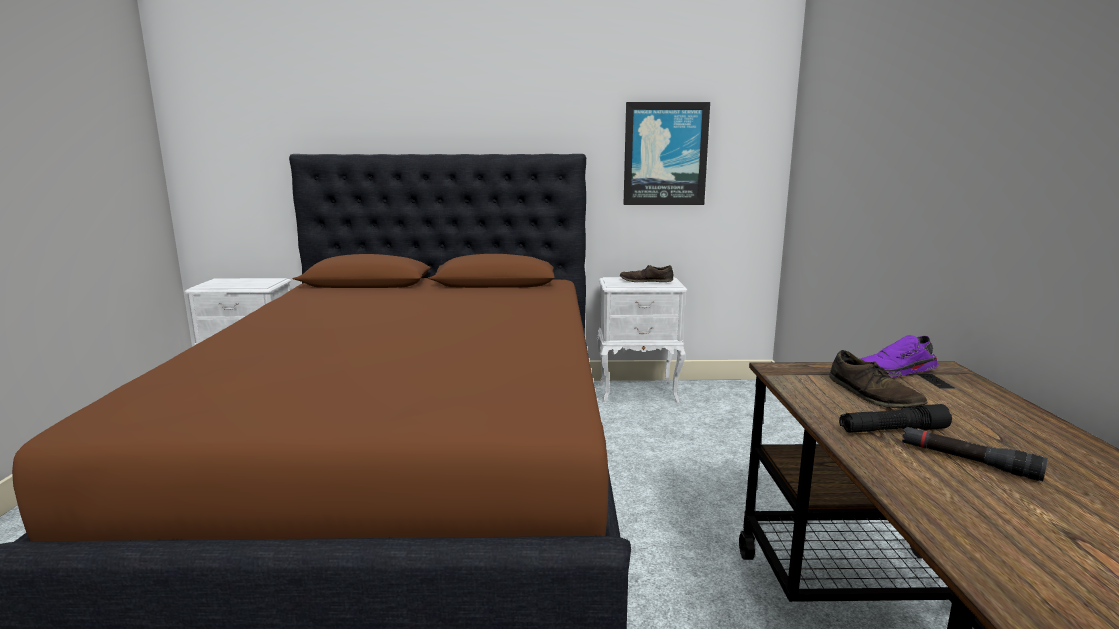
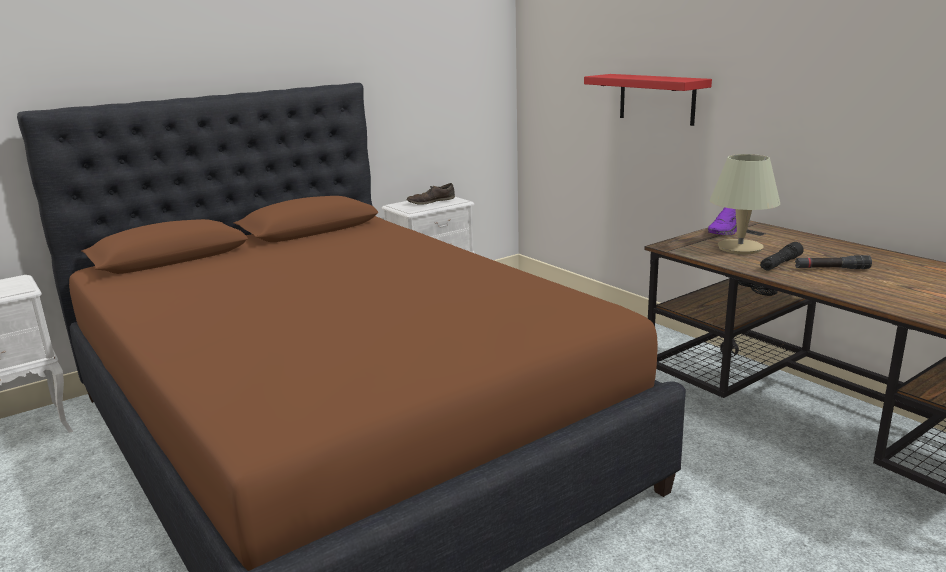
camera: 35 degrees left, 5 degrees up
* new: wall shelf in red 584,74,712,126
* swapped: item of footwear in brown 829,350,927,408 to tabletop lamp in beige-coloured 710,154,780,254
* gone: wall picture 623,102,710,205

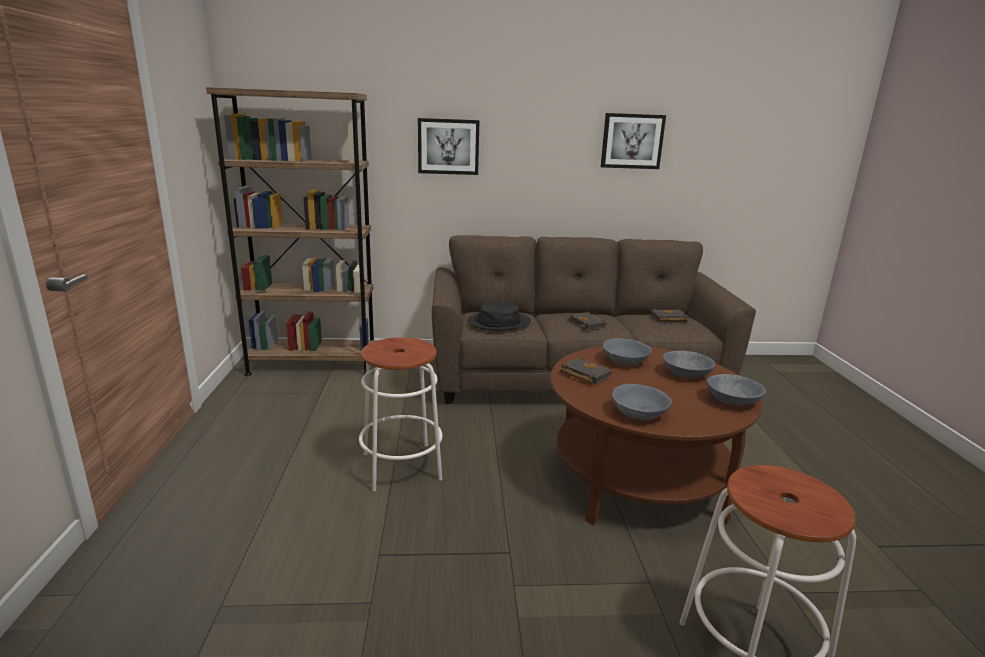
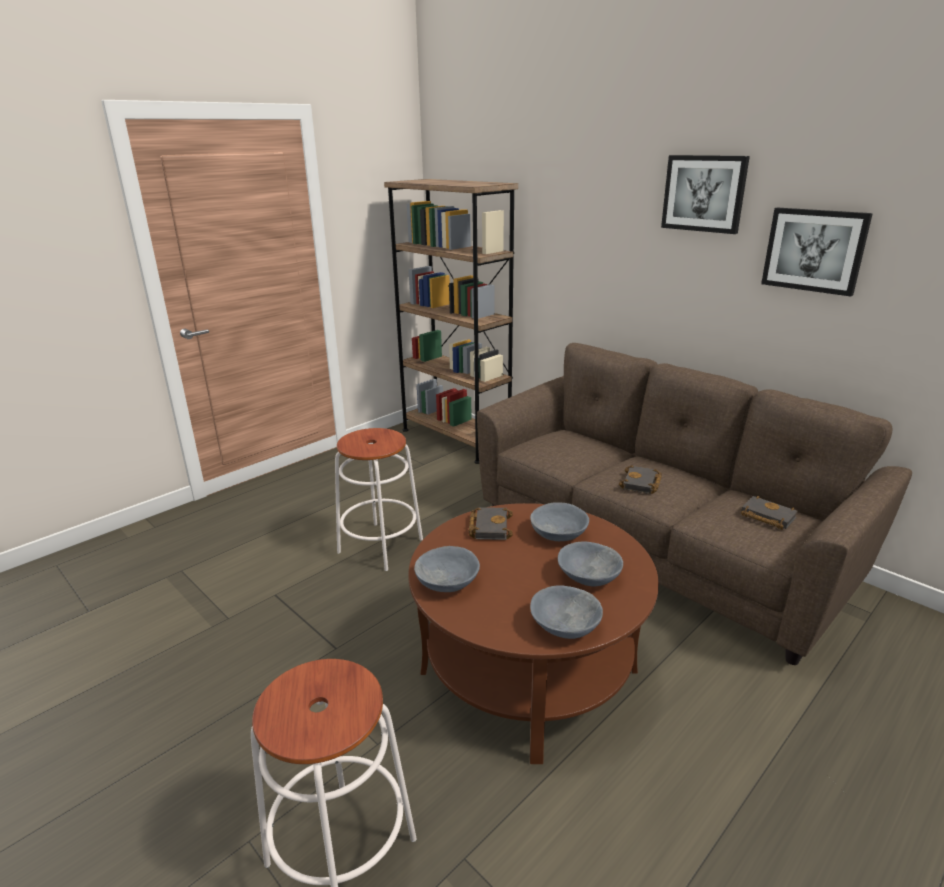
camera: 50 degrees right, 5 degrees up
* shifted: wall picture 418,118,480,175 to 661,155,750,234
* gone: clothing hat in black 467,302,531,331

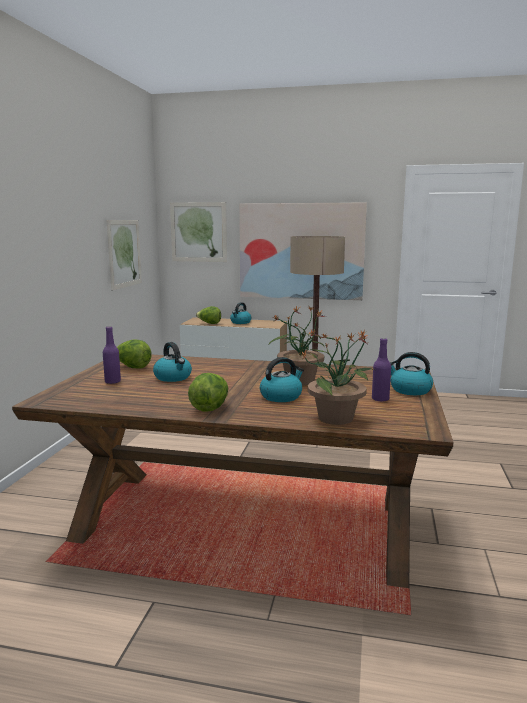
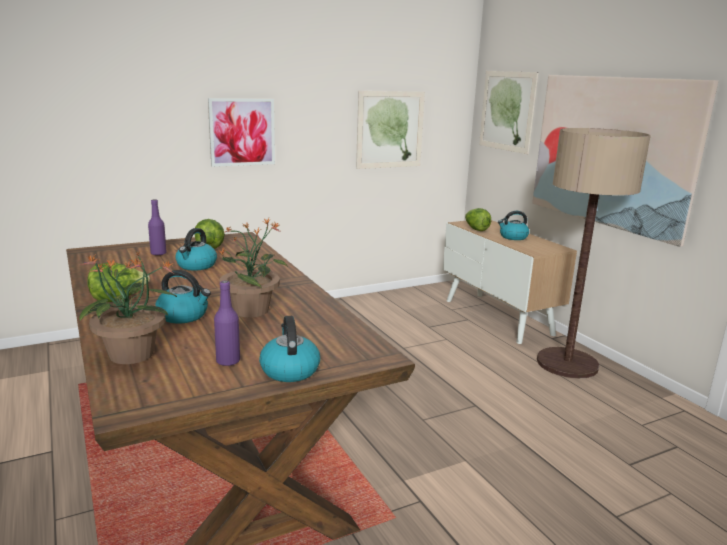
camera: 50 degrees right, 5 degrees up
* new: wall picture 208,98,275,167

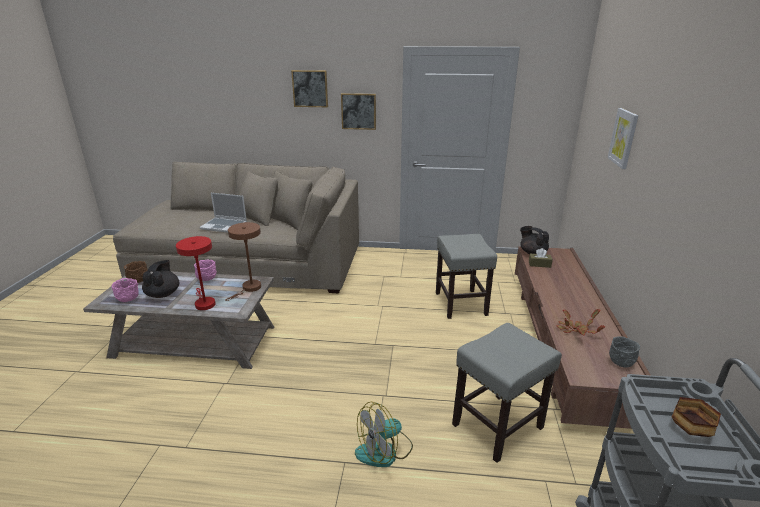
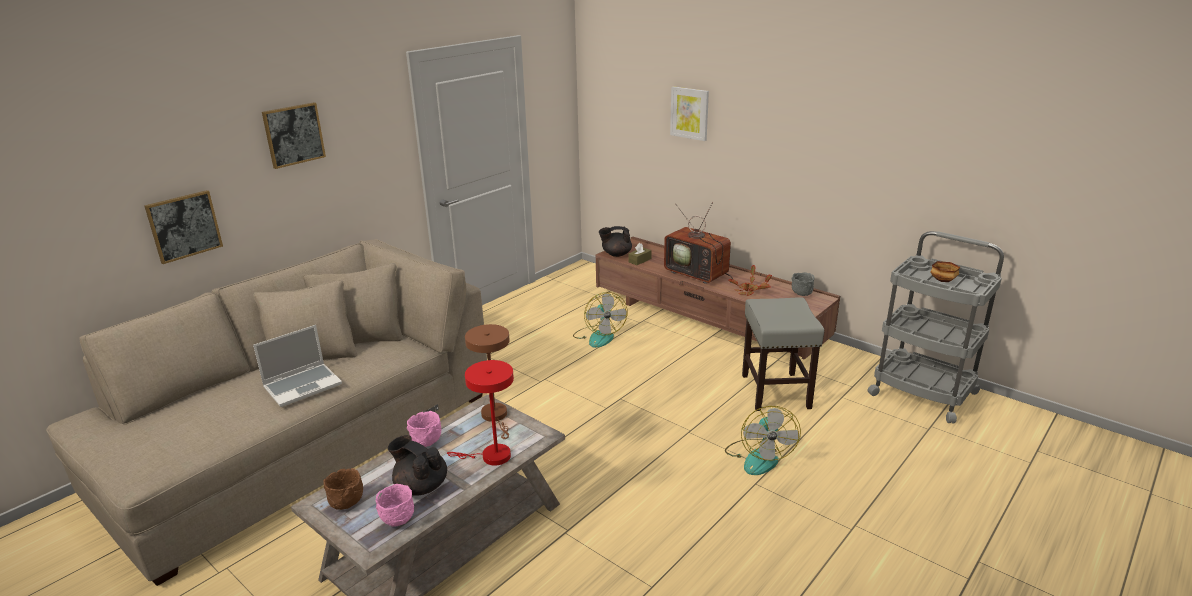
camera: 55 degrees left, 0 degrees up
* shifted: wall picture 341,93,376,130 to 144,190,223,264
* swapped: stool in gray 436,234,497,319 to fan 573,292,628,348
* new: television 664,202,733,284

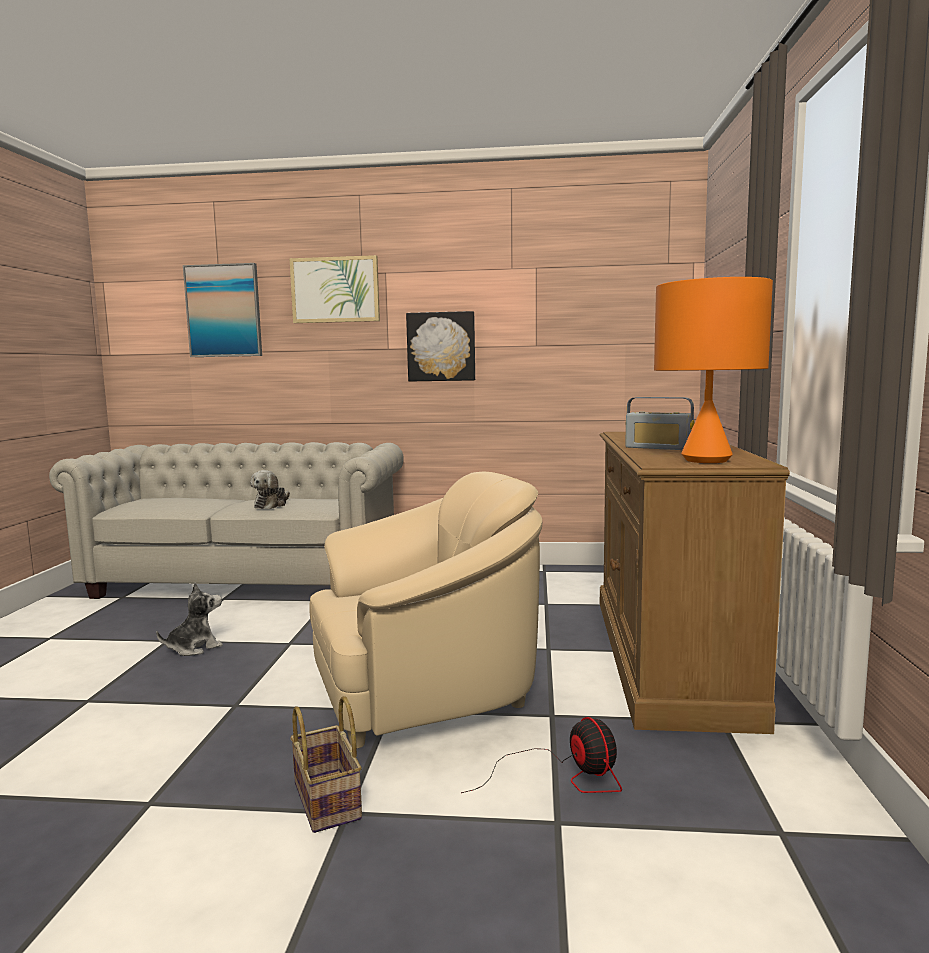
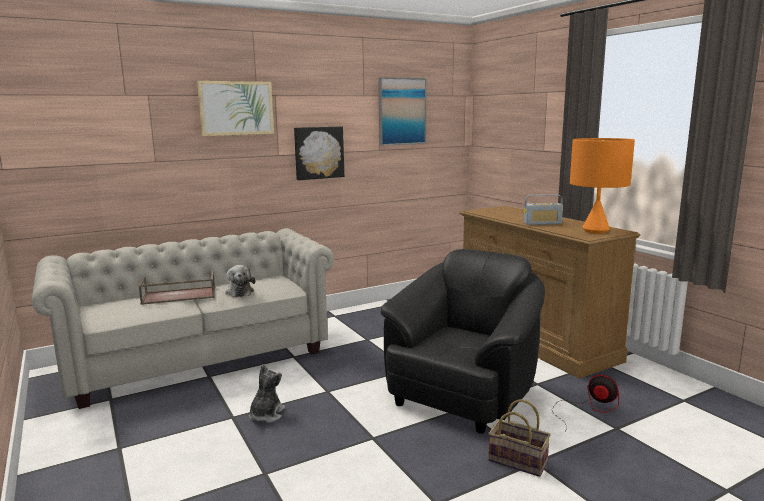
camera: 35 degrees left, 5 degrees up
* new: carrying tray in brown 138,270,215,305
* shifted: wall picture 183,263,262,357 to 378,77,426,146
* repainted: lounge chair in beige-coloured 309,472,542,748 to lounge chair in black 380,249,545,434

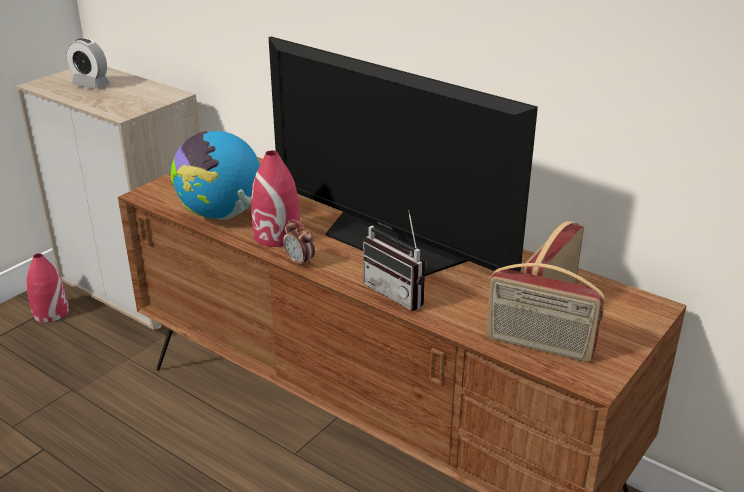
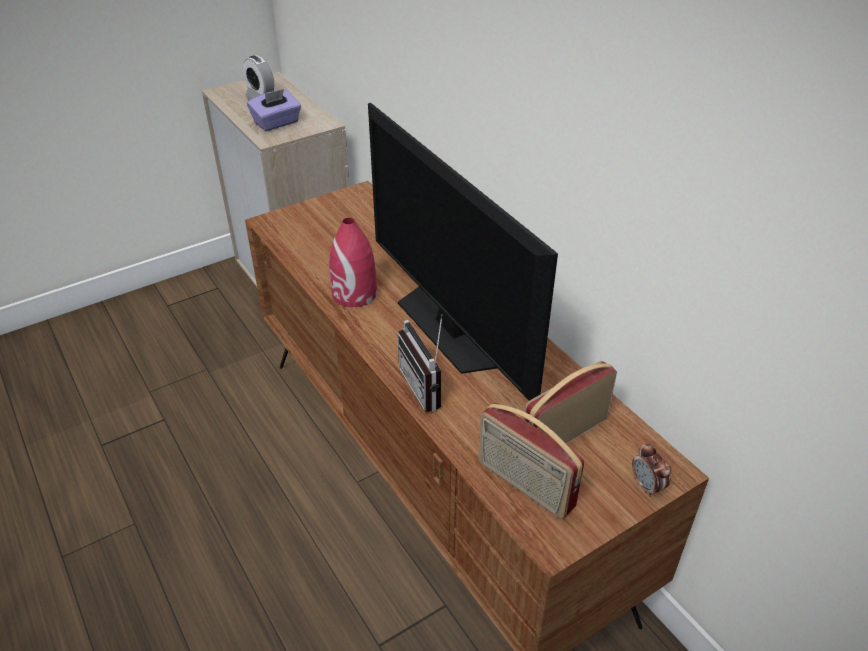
camera: 20 degrees right, 10 degrees up
* new: tissue holder in purple 247,89,301,131
* shifted: table clock 283,219,315,268 to 632,442,671,497
* gone: vase in red 27,253,69,322
* gone: globe 171,131,260,220

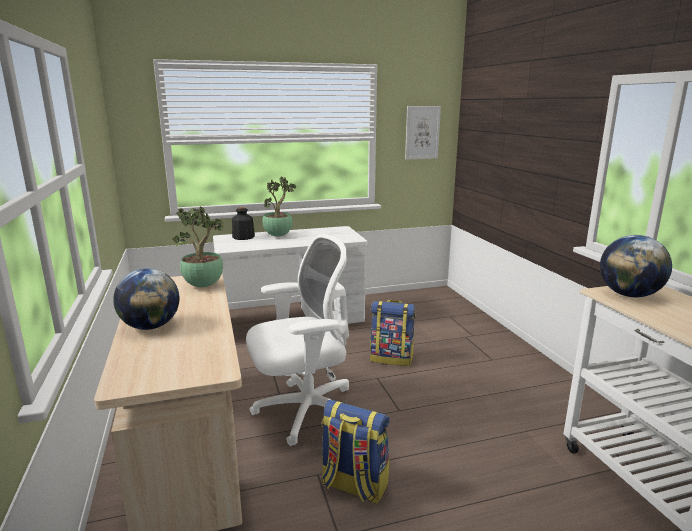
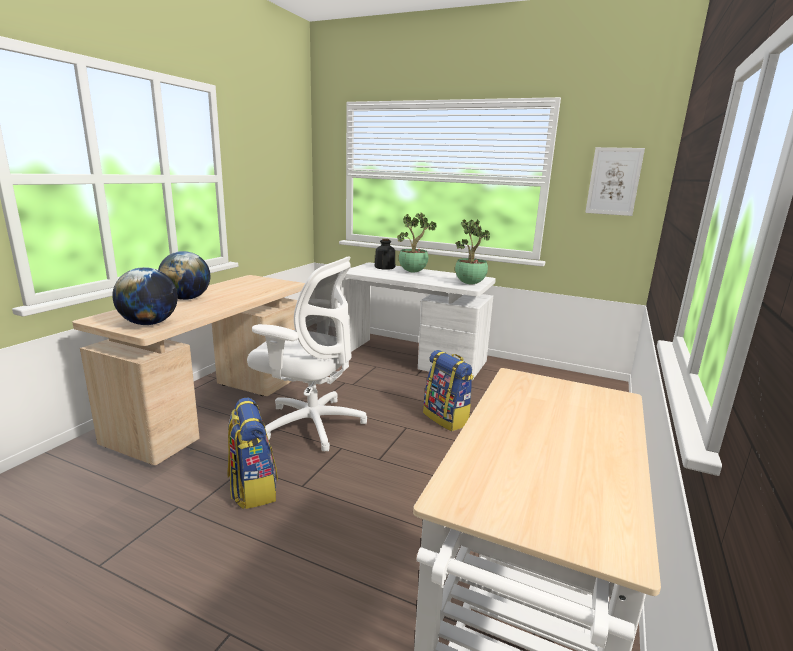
camera: 40 degrees right, 0 degrees up
* shifted: globe 600,235,672,297 to 112,267,178,325
* shifted: potted plant 172,206,223,287 to 455,219,490,284

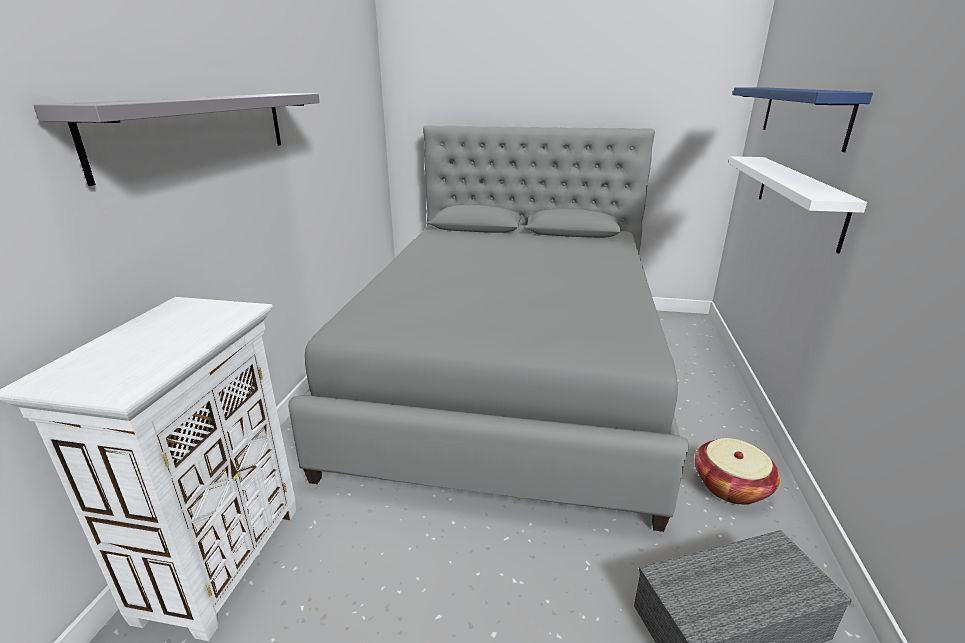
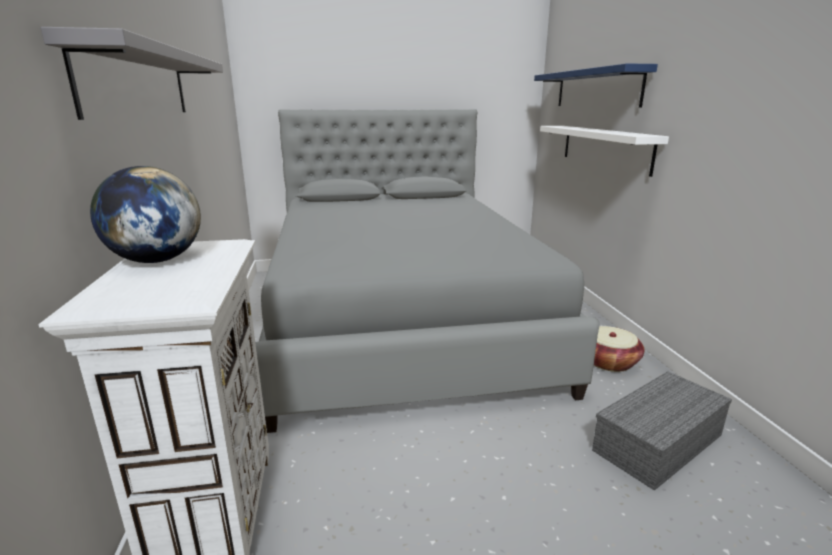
camera: 20 degrees left, 5 degrees down
* new: globe 90,166,201,263

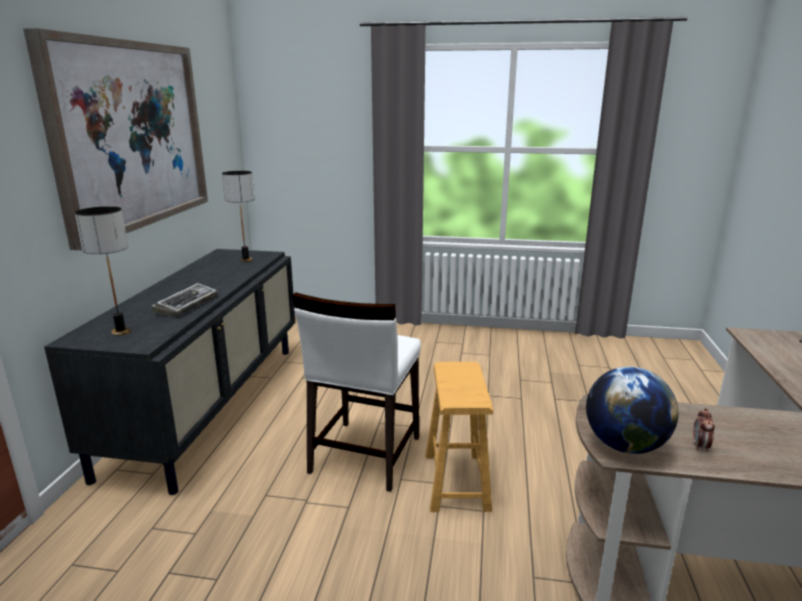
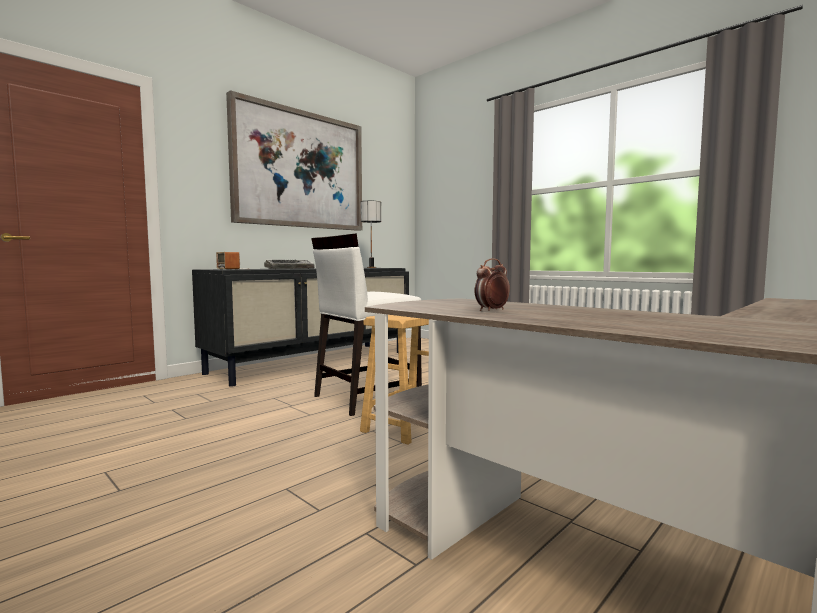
camera: 35 degrees right, 15 degrees down
* swapped: tabletop lamp 75,206,131,335 to radio 216,252,249,270
* gone: globe 586,367,678,454

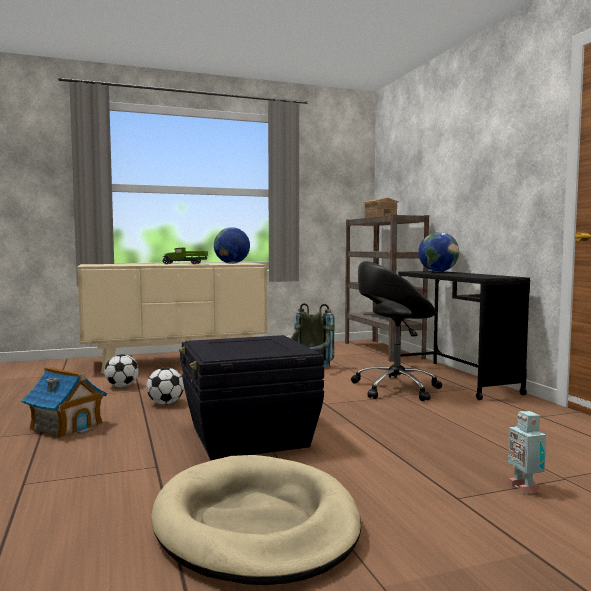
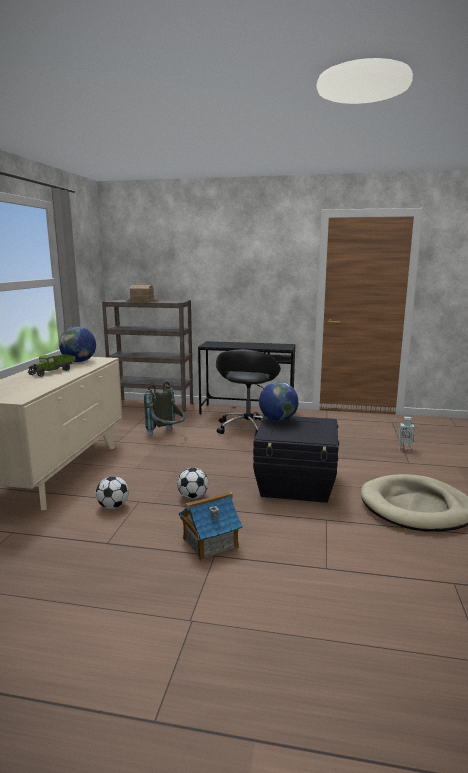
camera: 60 degrees left, 10 degrees up
* shifted: globe 418,232,459,272 to 259,382,299,421

